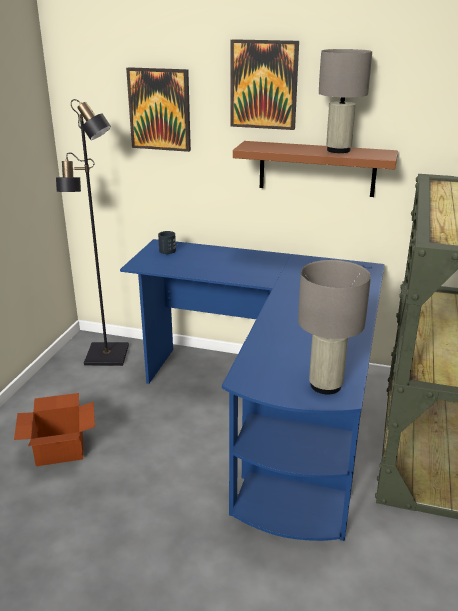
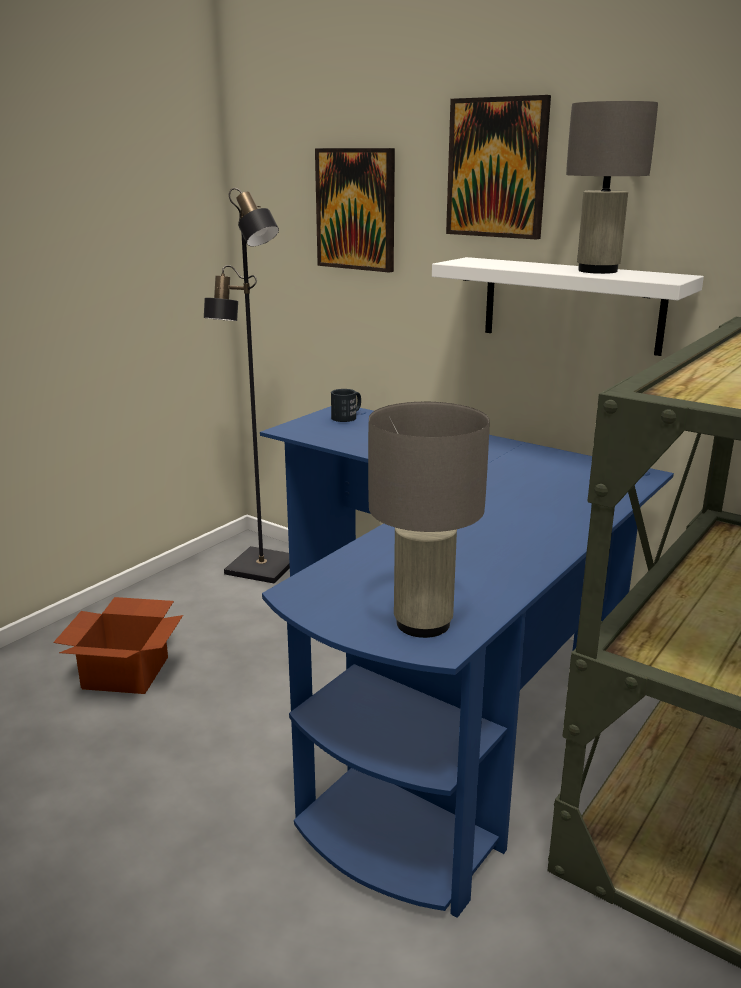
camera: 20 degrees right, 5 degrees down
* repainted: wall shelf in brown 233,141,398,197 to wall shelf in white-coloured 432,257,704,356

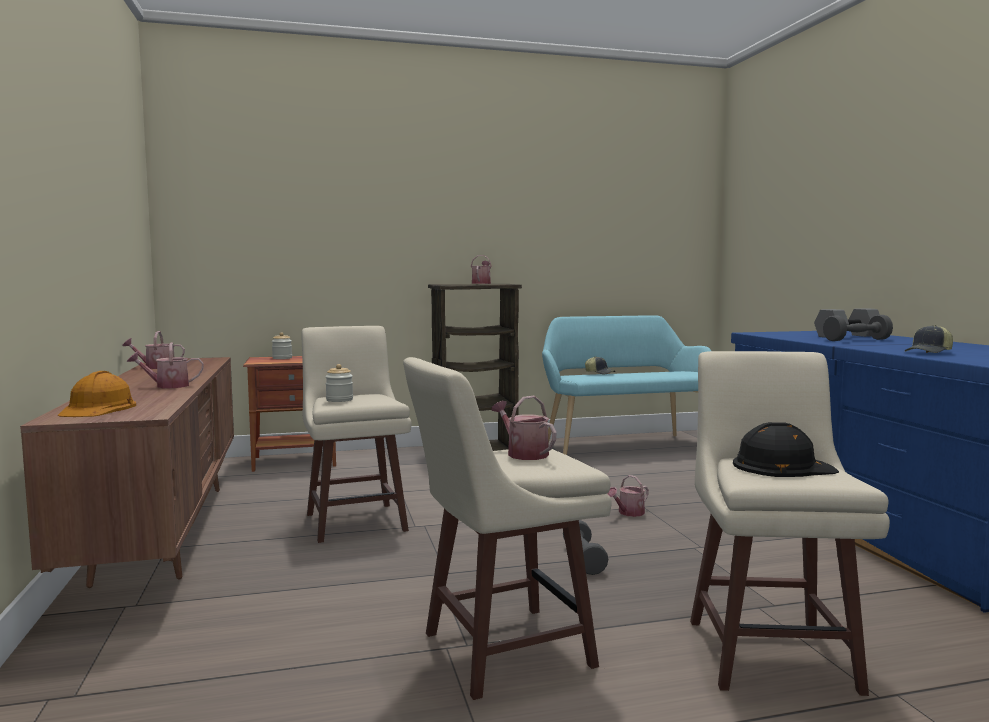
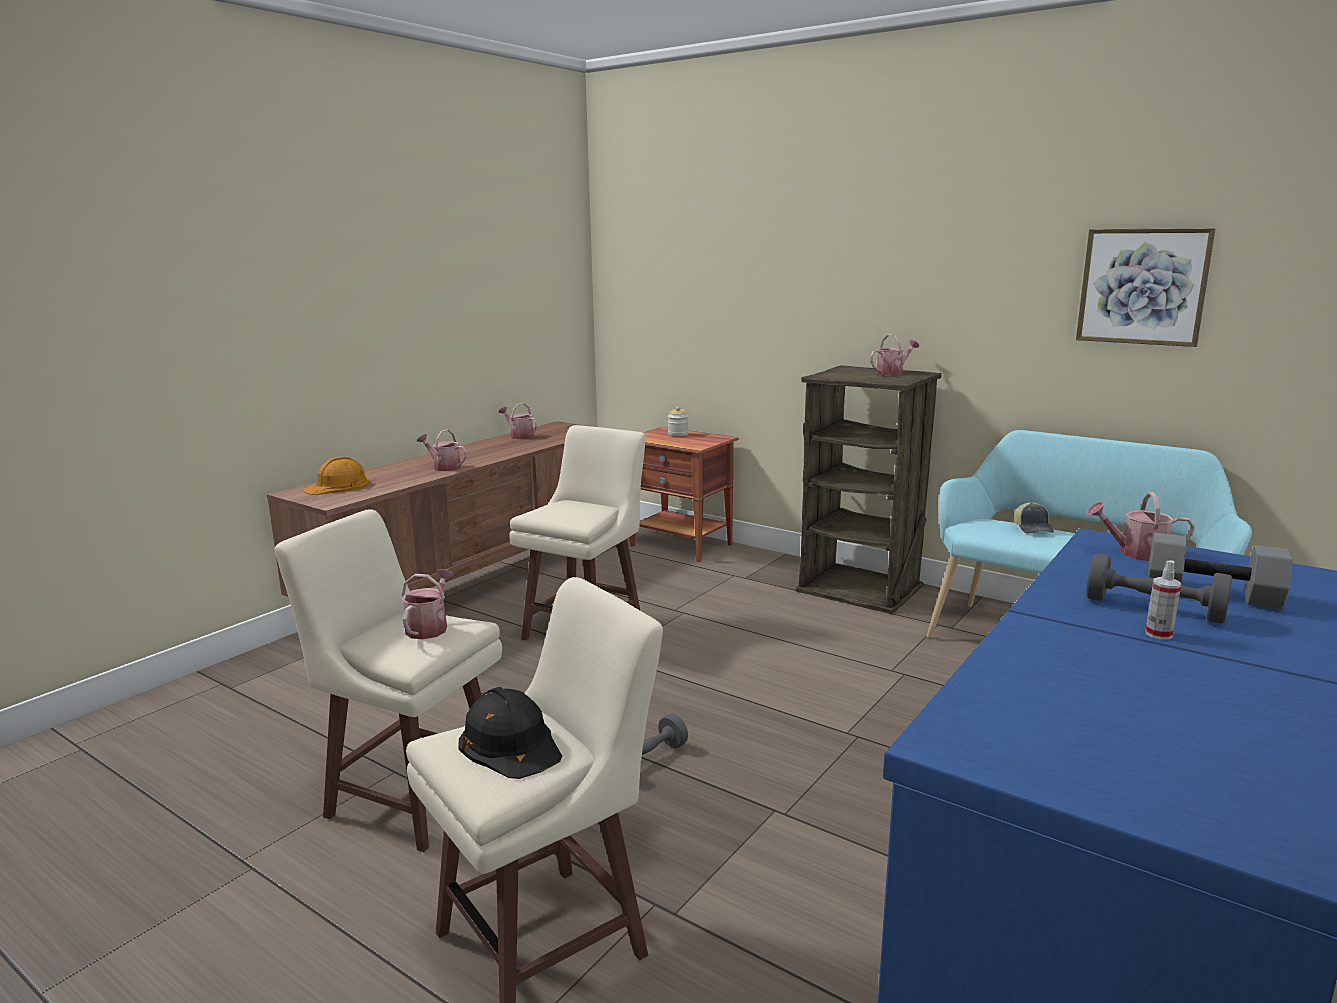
camera: 50 degrees right, 10 degrees up
* new: wall picture 1076,228,1215,347
* shifted: watering can 607,475,649,517 to 1086,492,1195,561
* new: spray bottle 1145,560,1181,640
* gone: preserve jar 325,364,353,402
* gone: peaked cap 905,325,953,353

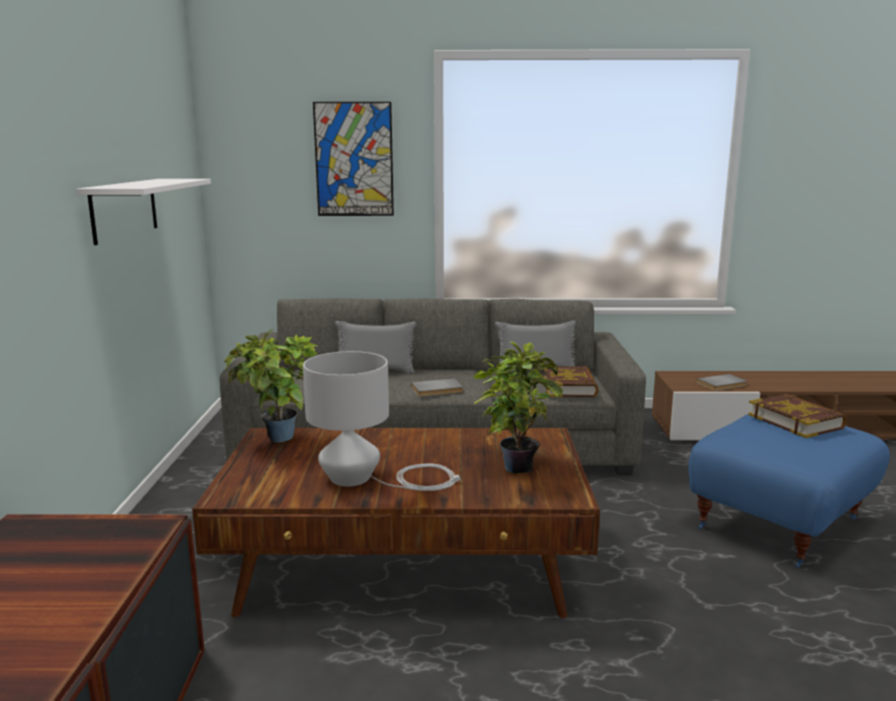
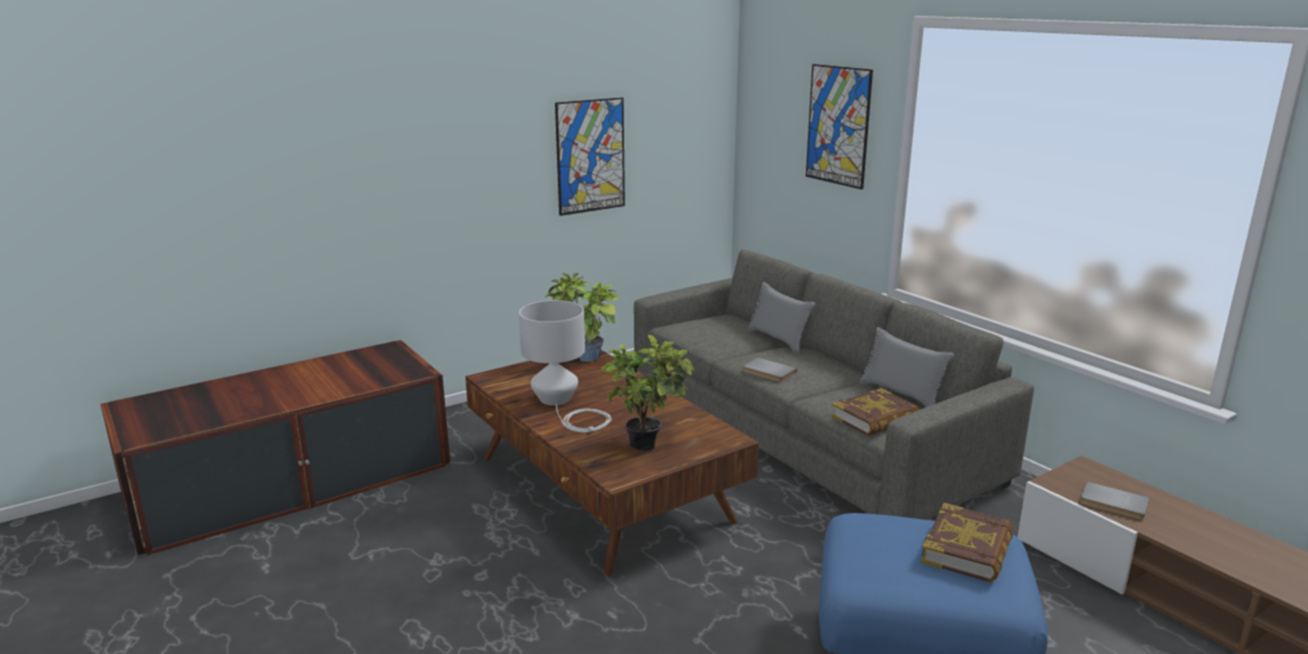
camera: 55 degrees right, 5 degrees up
* swapped: wall shelf in white-coloured 76,179,211,245 to wall picture 555,97,625,216

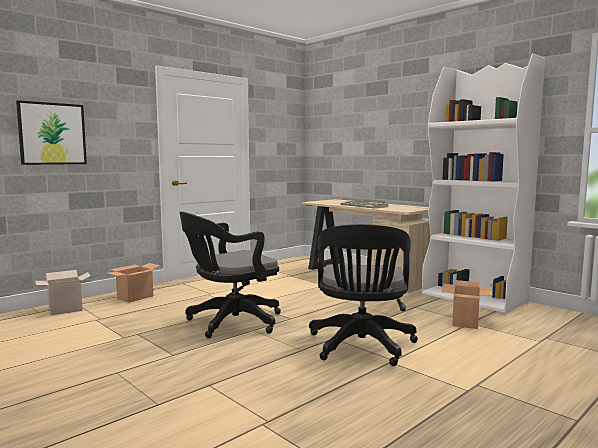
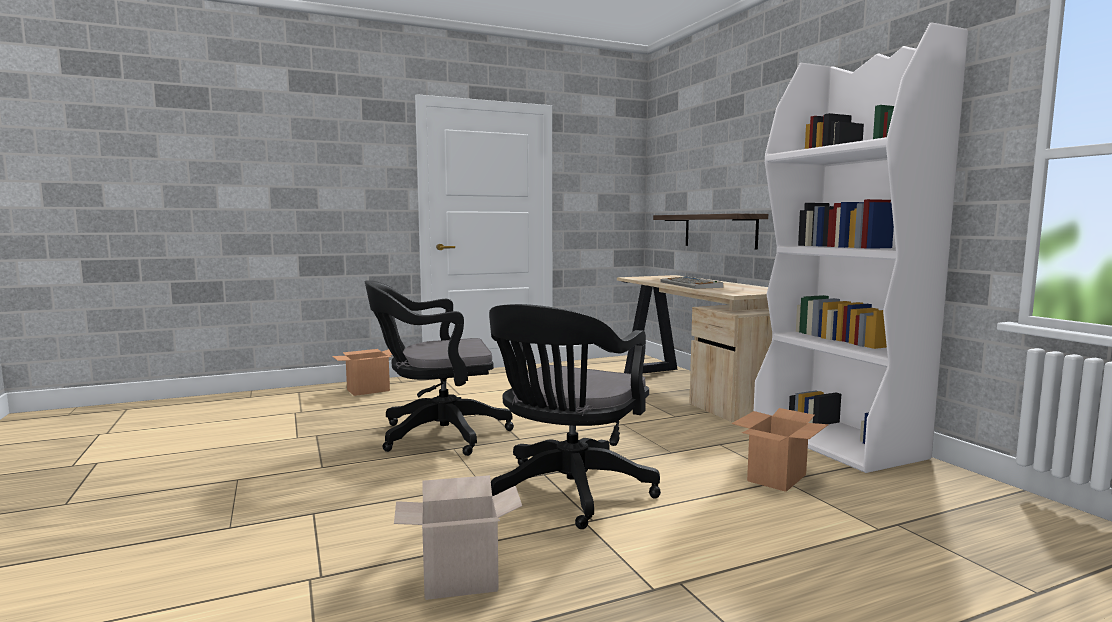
camera: 20 degrees right, 0 degrees up
* shifted: carton 35,270,90,315 to 394,475,522,600
* new: wall shelf 653,214,768,250
* gone: wall picture 16,100,87,165

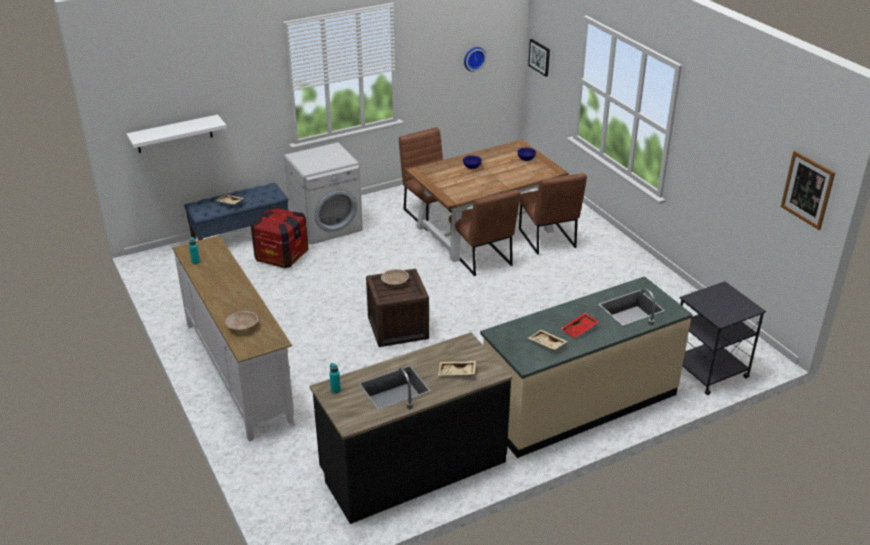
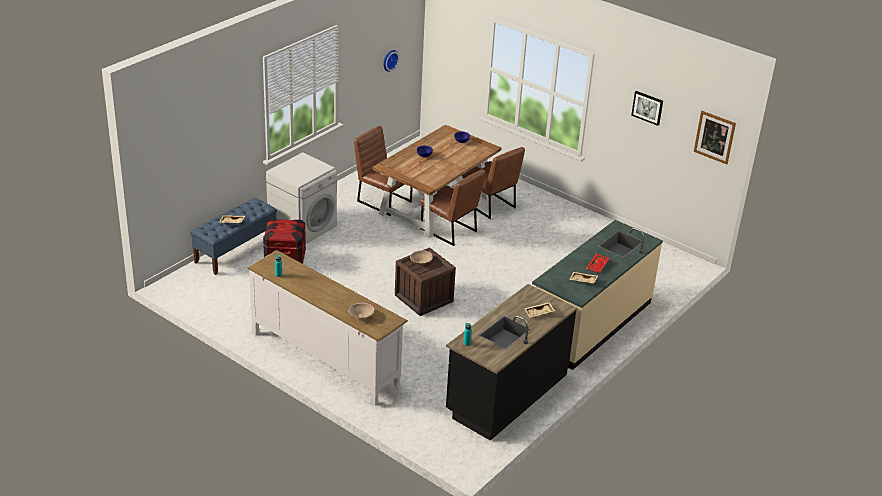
camera: 25 degrees left, 0 degrees up
* shifted: wall picture 528,39,550,77 to 631,91,663,126
* gone: wall shelf in white-coloured 126,115,227,153
* gone: wheeled cart in black 680,281,766,395

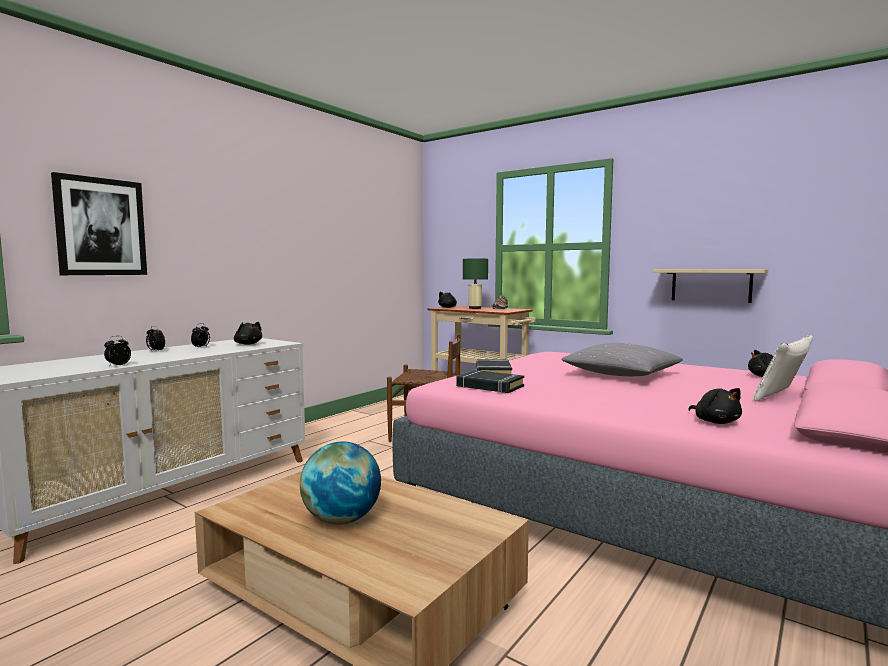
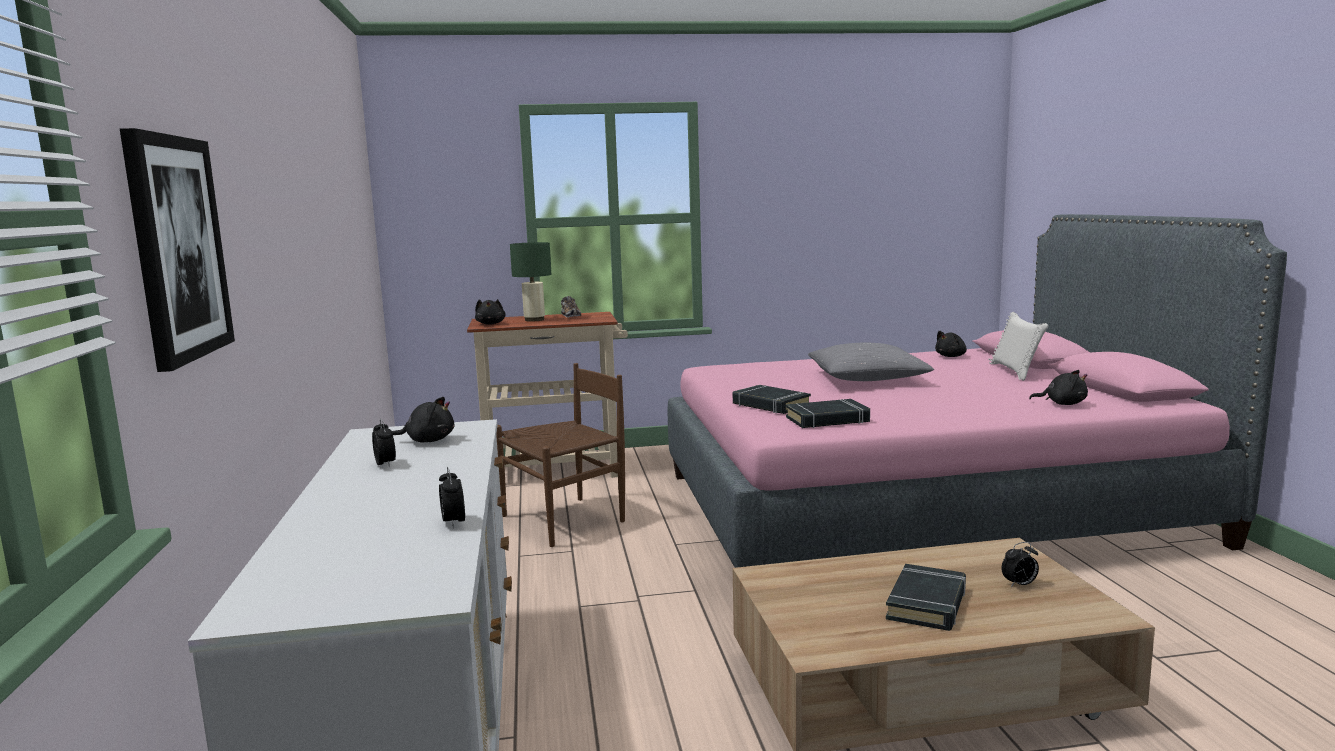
camera: 45 degrees left, 5 degrees up
* swapped: globe 300,442,381,525 to book in black 886,564,966,631
* shifted: table clock 146,326,165,351 to 1002,542,1039,587
* gone: wall shelf in beige-coloured 653,269,768,303

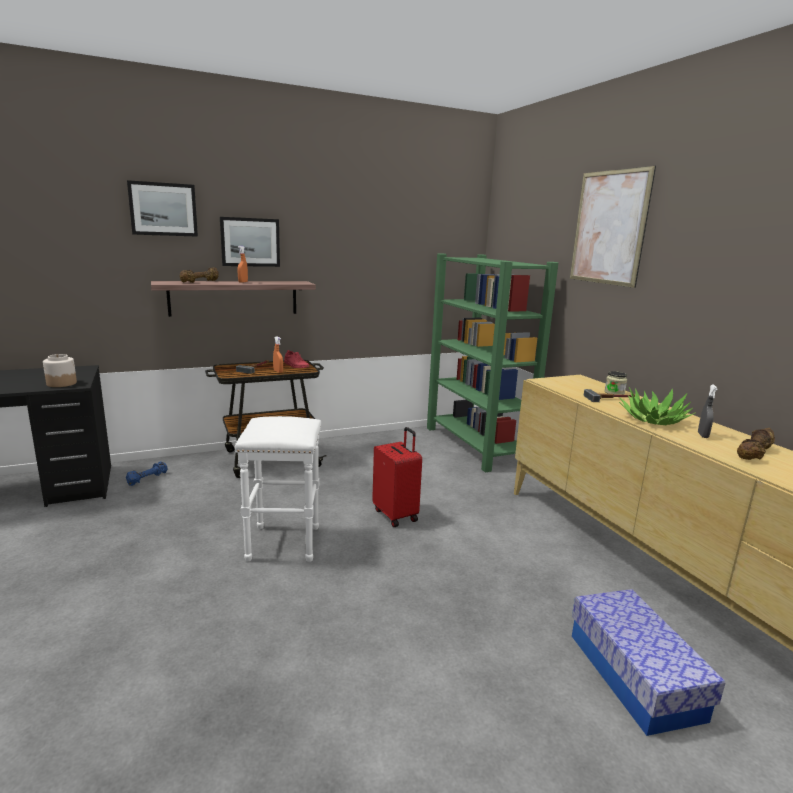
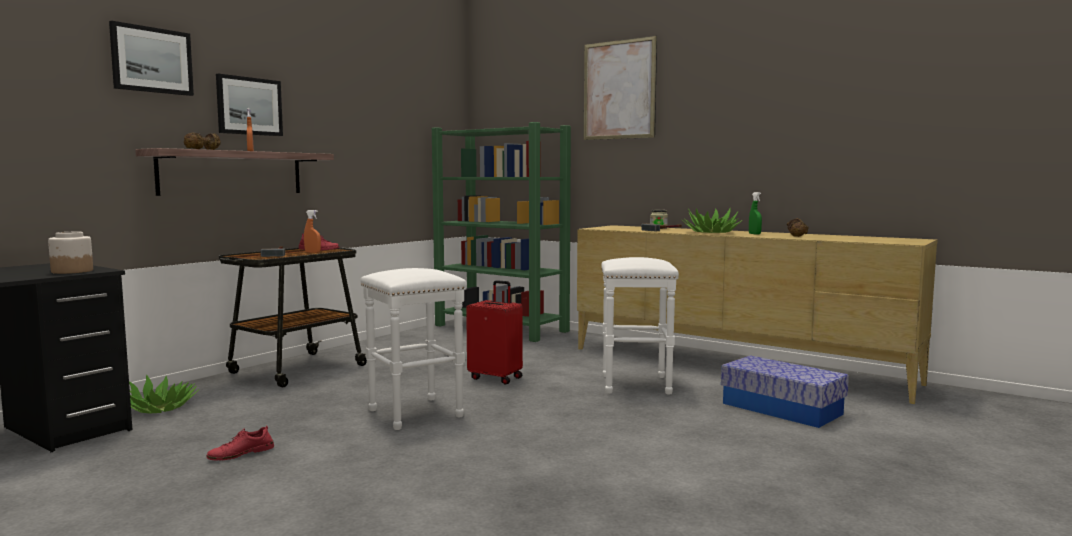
camera: 30 degrees left, 10 degrees down
* swapped: hand weight in blue-coloured 126,461,167,486 to potted plant 129,374,199,414
* new: item of footwear in red 206,426,274,461
* new: stool in white-coloured 601,257,679,394
* repainted: spray bottle in gray 698,385,718,438 to spray bottle in greenish 749,192,762,235

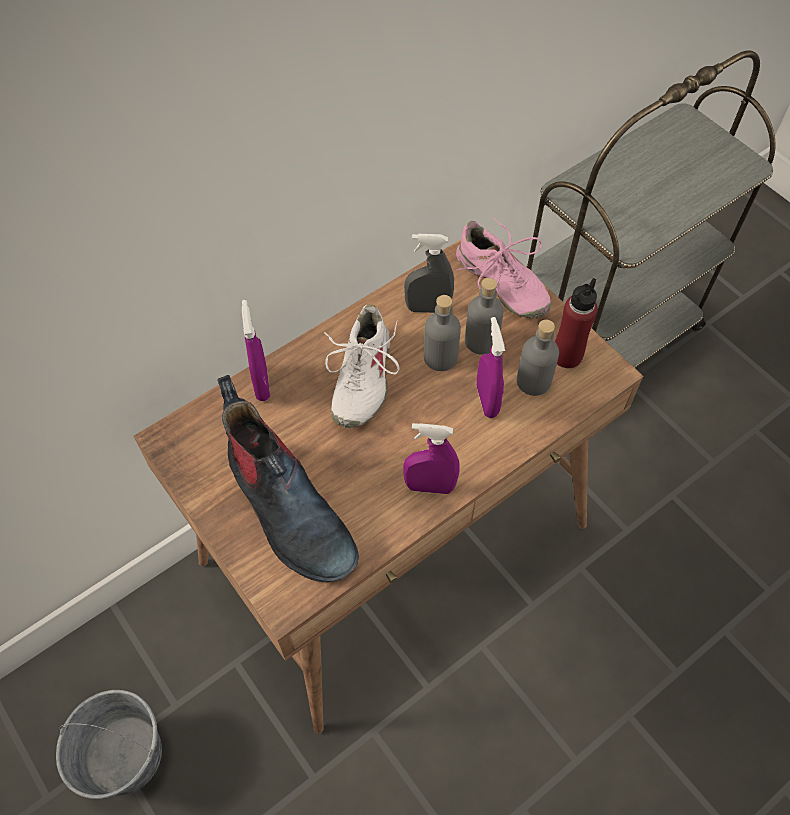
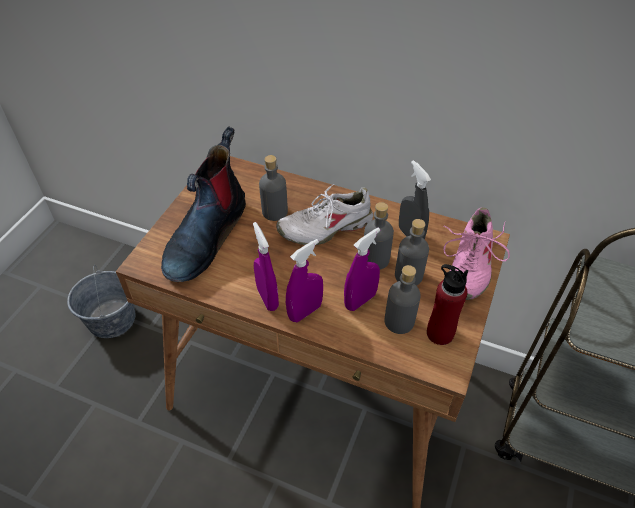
camera: 60 degrees right, 10 degrees down
* new: bottle in gray 259,155,288,221
* shifted: spray bottle in purple 242,300,270,401 to 286,239,323,322

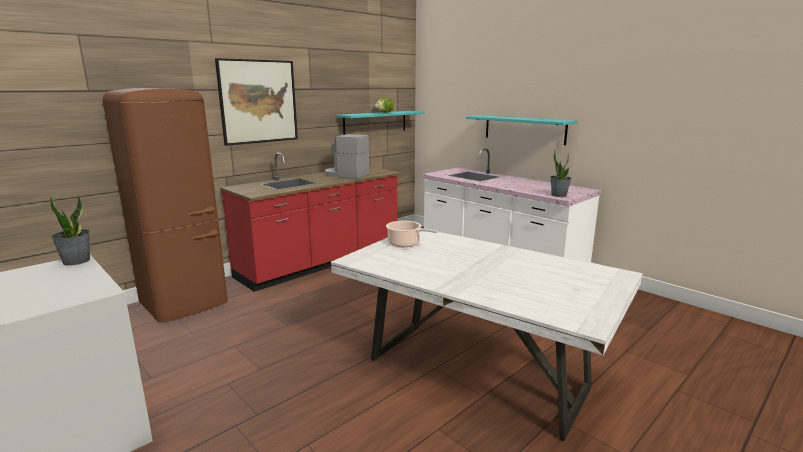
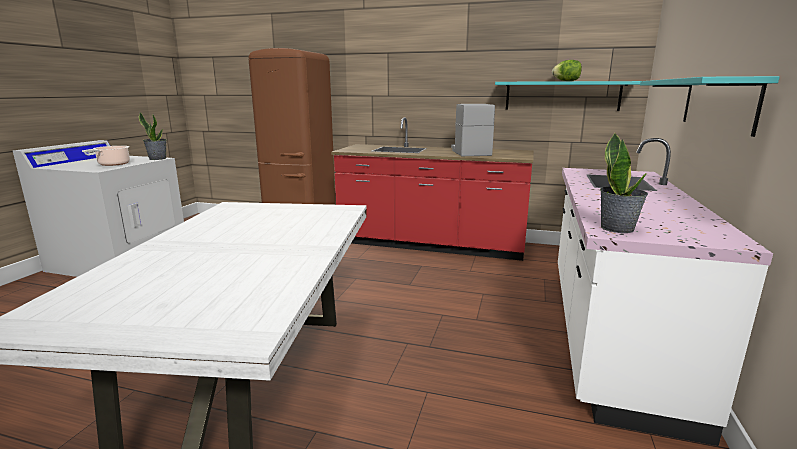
camera: 60 degrees right, 0 degrees up
* shifted: cooking pot 386,221,438,247 to 82,146,130,166
* gone: wall picture 215,58,298,146

